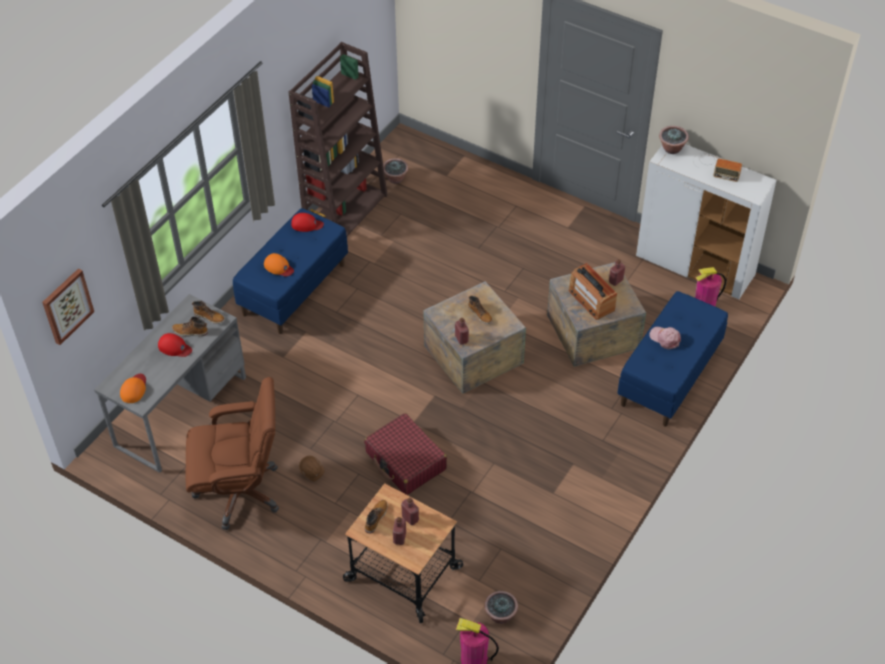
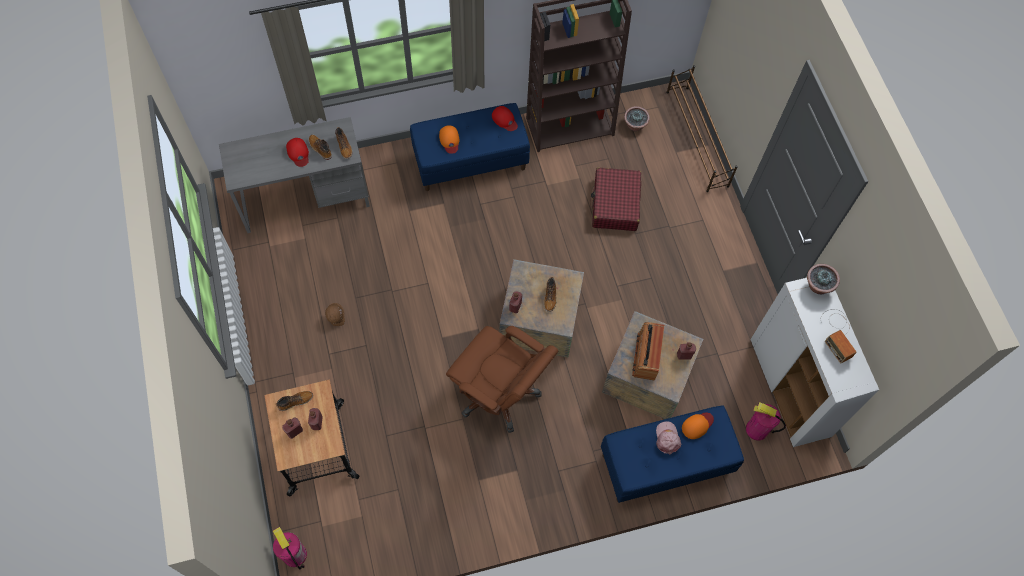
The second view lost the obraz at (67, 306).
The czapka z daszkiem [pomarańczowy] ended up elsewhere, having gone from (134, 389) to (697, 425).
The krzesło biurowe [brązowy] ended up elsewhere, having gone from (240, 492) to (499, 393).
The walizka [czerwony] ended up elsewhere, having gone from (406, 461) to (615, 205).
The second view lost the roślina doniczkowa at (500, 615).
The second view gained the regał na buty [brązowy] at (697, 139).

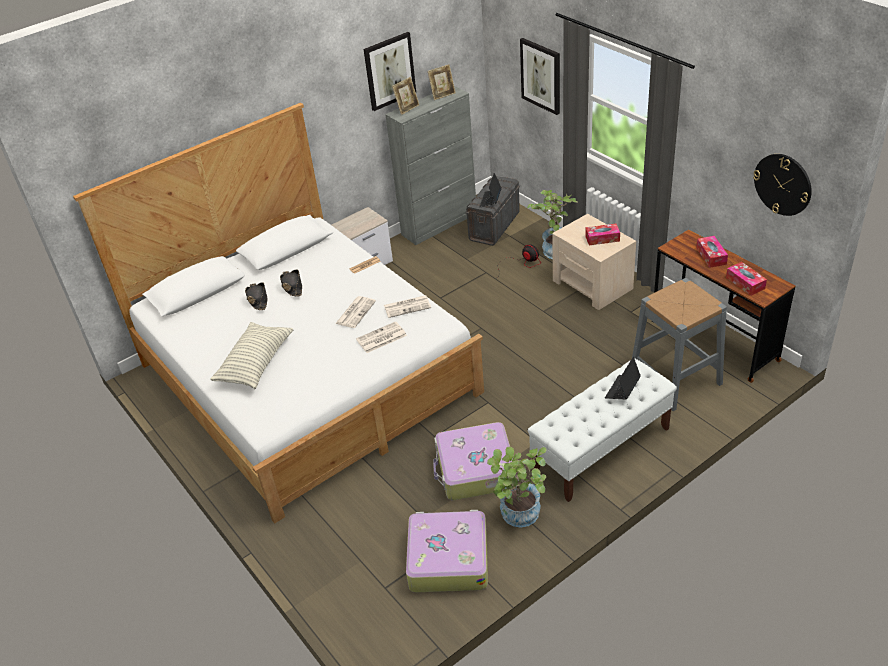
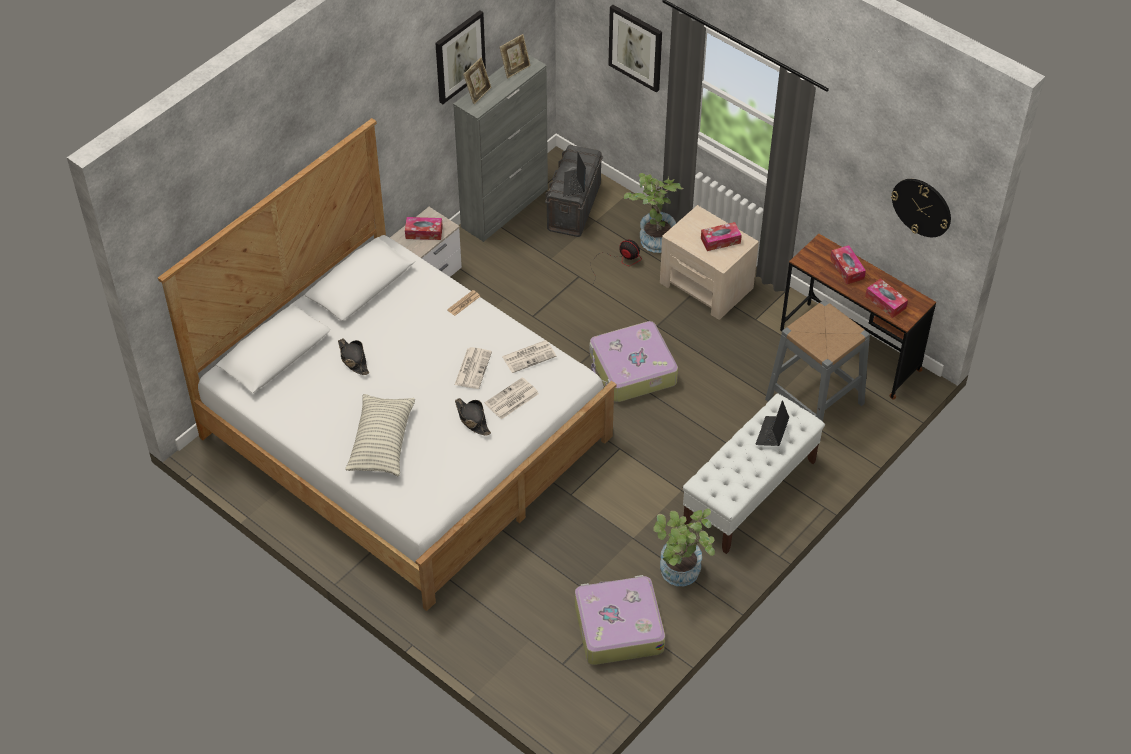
The kapelusz [czarny] ended up elsewhere, having gone from (292, 286) to (472, 419).
The walizka ended up elsewhere, having gone from (475, 470) to (632, 370).
The second view gained the pudełko chusteczek at (424, 232).

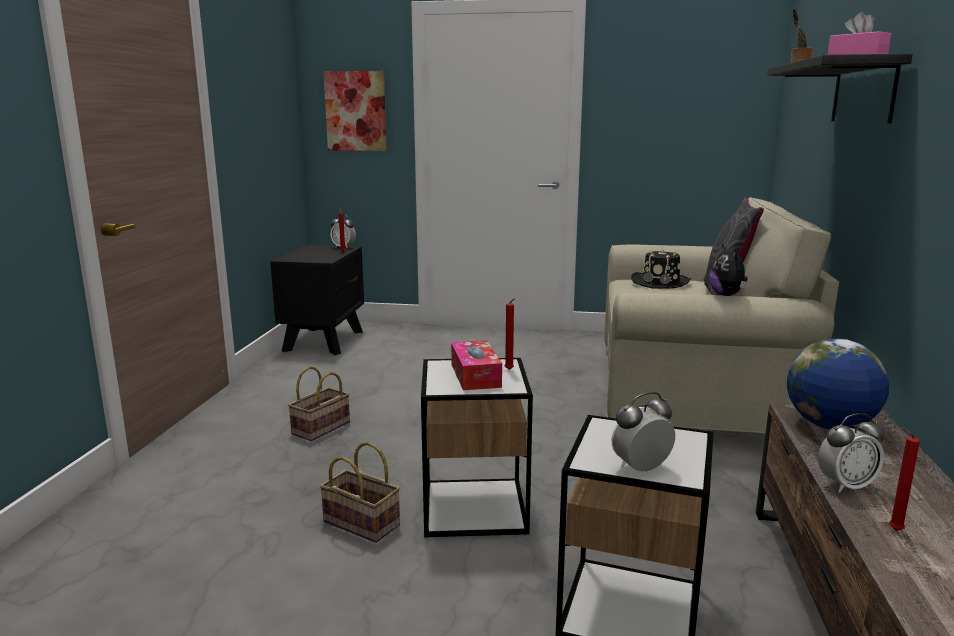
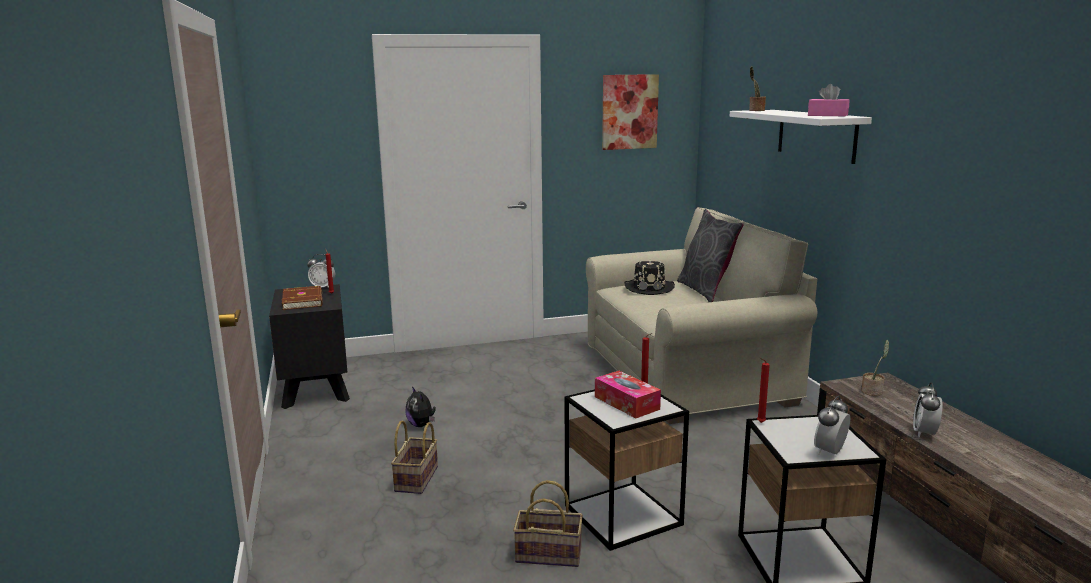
The obraz ended up elsewhere, having gone from (356, 111) to (629, 112).
The pluszak ended up elsewhere, having gone from (727, 295) to (421, 425).
What was the półka [czarny] at (863, 92) turned into the półka [biały] at (816, 135).
Where the globus stood at (830, 426), the roślina doniczkowa came to stand at (873, 392).
The budzik at (846, 485) ended up facing another way, 150 degrees clockwise from before.
The świeca [czerwony] ended up elsewhere, having gone from (893, 530) to (759, 423).
The second view gained the książka [brązowy] at (304, 300).

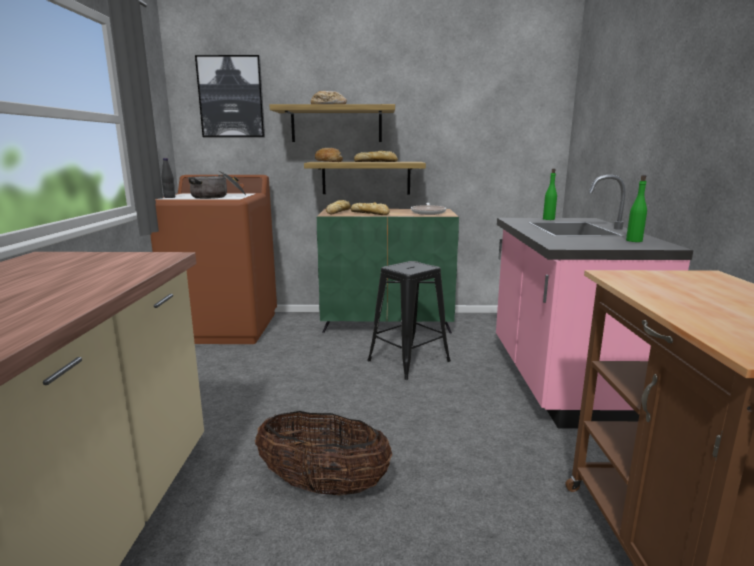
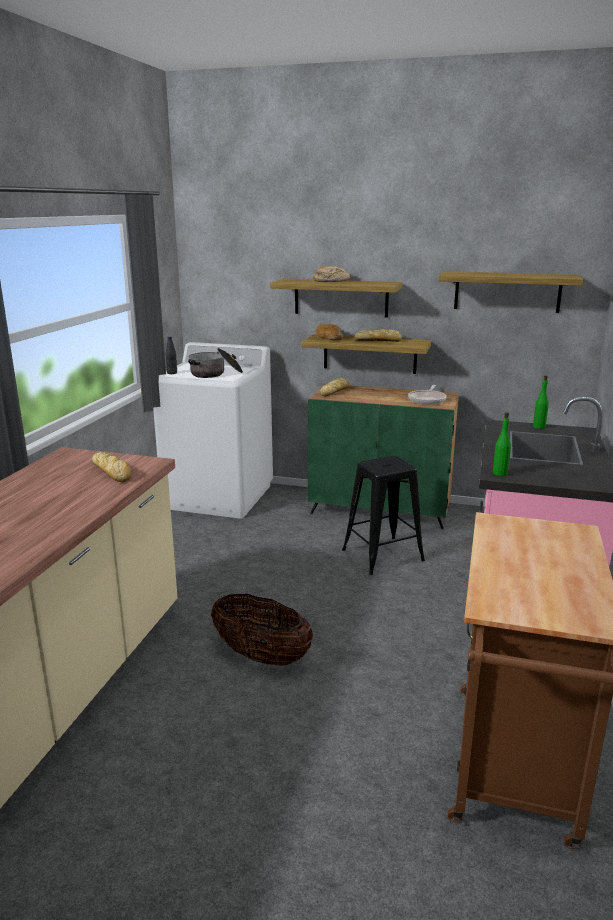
What was the pralka [brązowy] at (226, 327) turned into the pralka [biały] at (219, 496).
The second view lost the obraz at (231, 97).
The chleb ended up elsewhere, having gone from (370, 213) to (112, 472).
The butelka [zielony] ended up elsewhere, having gone from (634, 240) to (500, 473).
The second view gained the półka at (507, 291).

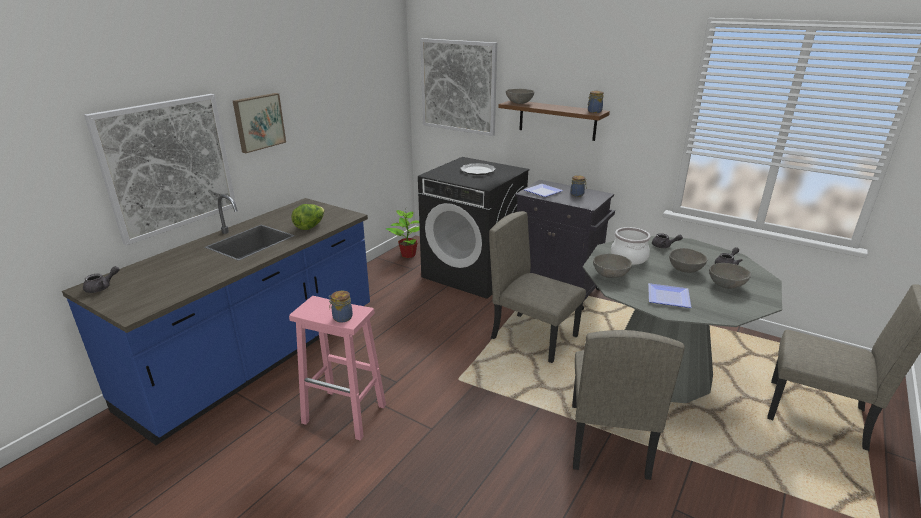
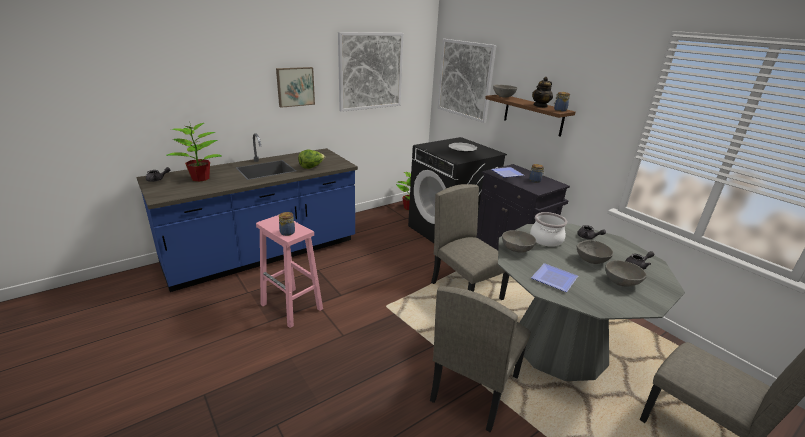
The obraz ended up elsewhere, having gone from (168, 166) to (370, 71).
The second view gained the roślina doniczkowa at (201, 178).
The second view gained the imbryk at (540, 106).

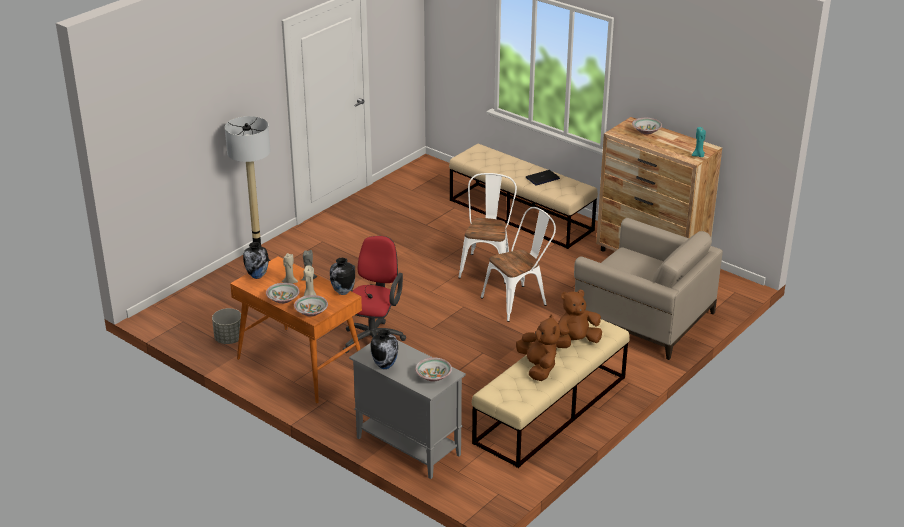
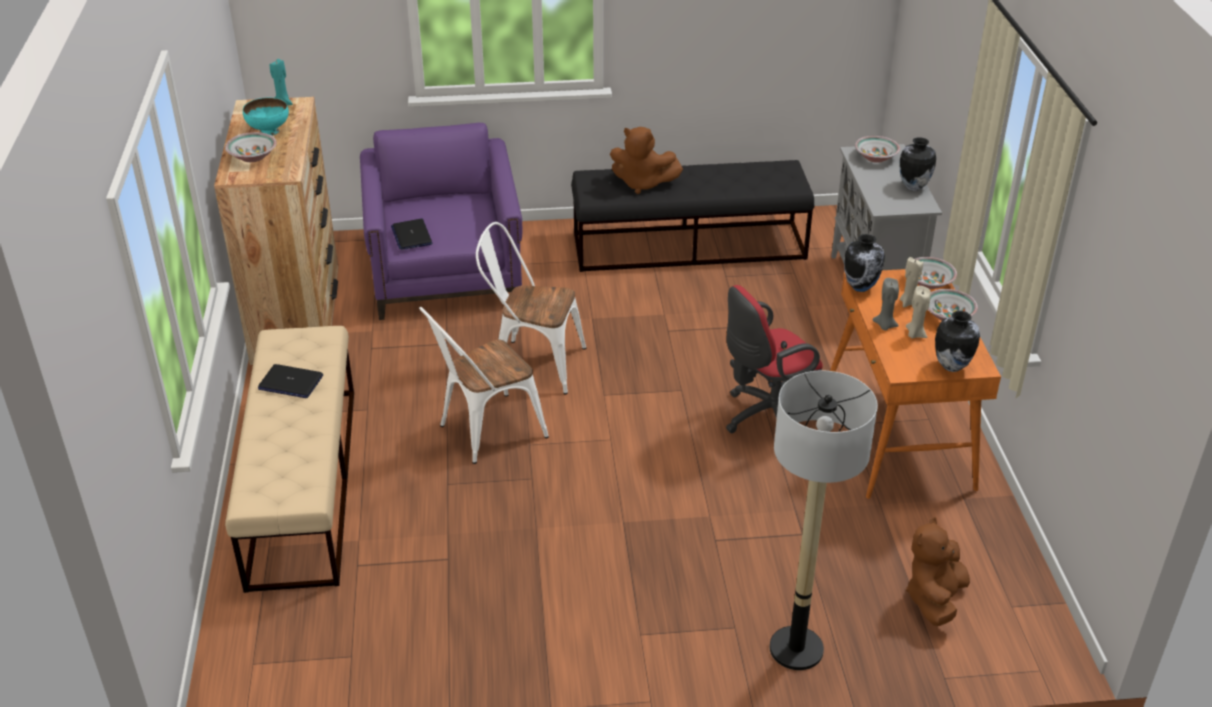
The second view lost the donica [szary] at (229, 339).
What was the ławka [beżowy] at (550, 410) turned into the ławka [czarny] at (690, 246).
The pluszak [brązowy] ended up elsewhere, having gone from (538, 368) to (934, 599).
What was the fotel [beżowy] at (643, 317) turned into the fotel [fioletowy] at (445, 271).
The second view gained the miska [turkusowy] at (268, 131).
The second view gained the laptop at (411, 235).

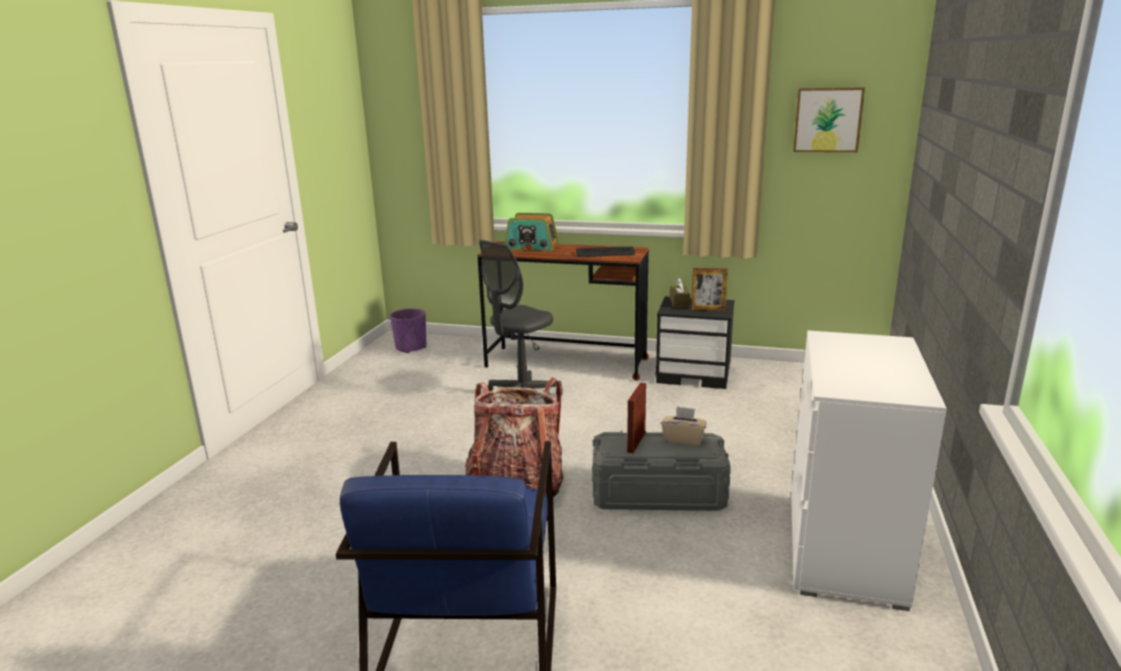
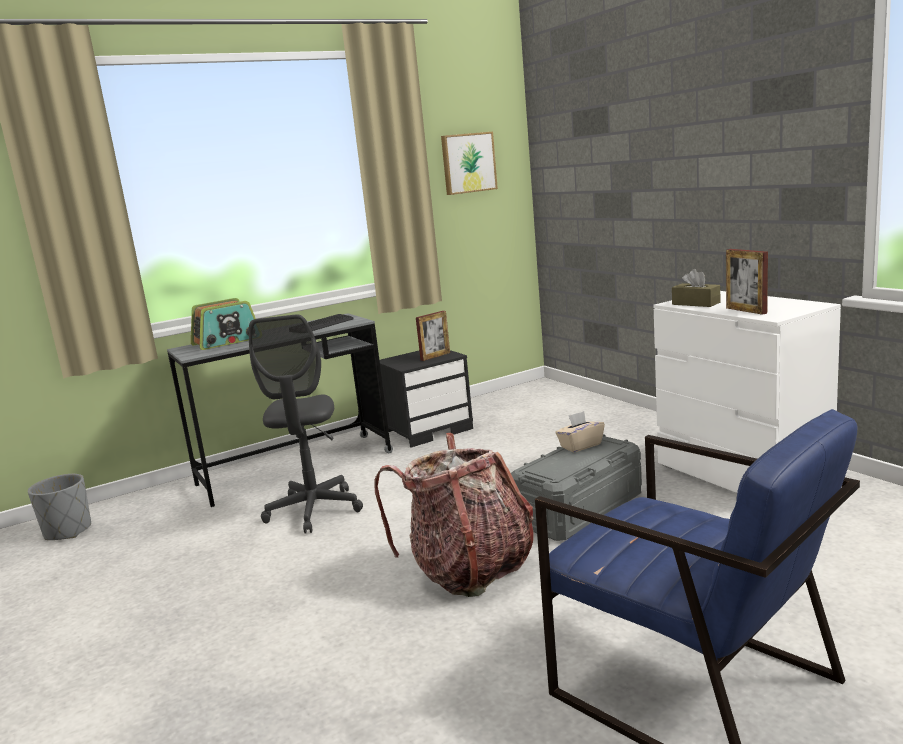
What was the donica [fioletowy] at (411, 347) turned into the donica [szary] at (68, 531).
What was the biurko [brązowy] at (566, 363) turned into the biurko [szary] at (295, 468).
The ramka na zdjęcie ended up elsewhere, having gone from (636, 442) to (746, 310).
The pudełko chusteczek [brązowy] ended up elsewhere, having gone from (679, 302) to (696, 303).

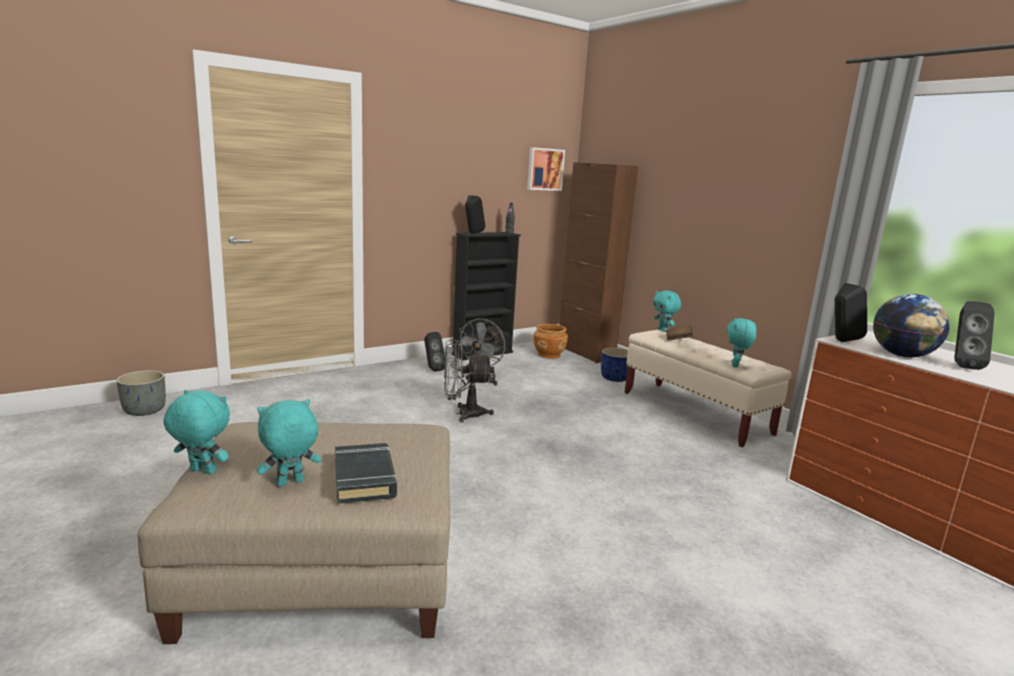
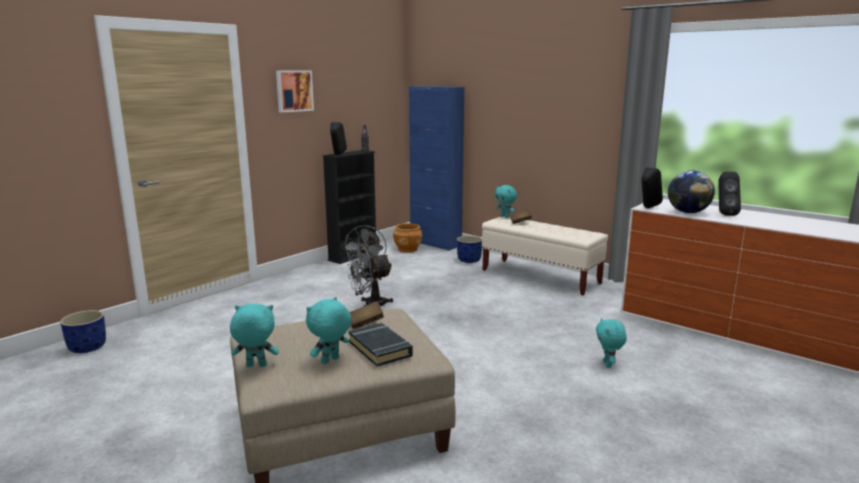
What was the donica [szary] at (145, 410) turned into the donica [niebieski] at (88, 347).
The second view lost the głośnik [czarny] at (432, 369).
The obraz ended up elsewhere, having gone from (544, 169) to (293, 91).
What was the szafka [brązowy] at (585, 353) turned into the szafka [niebieski] at (435, 243).
The pluszak [turkusowy] ended up elsewhere, having gone from (736, 365) to (608, 364).
The second view gained the książka [brązowy] at (365, 323).

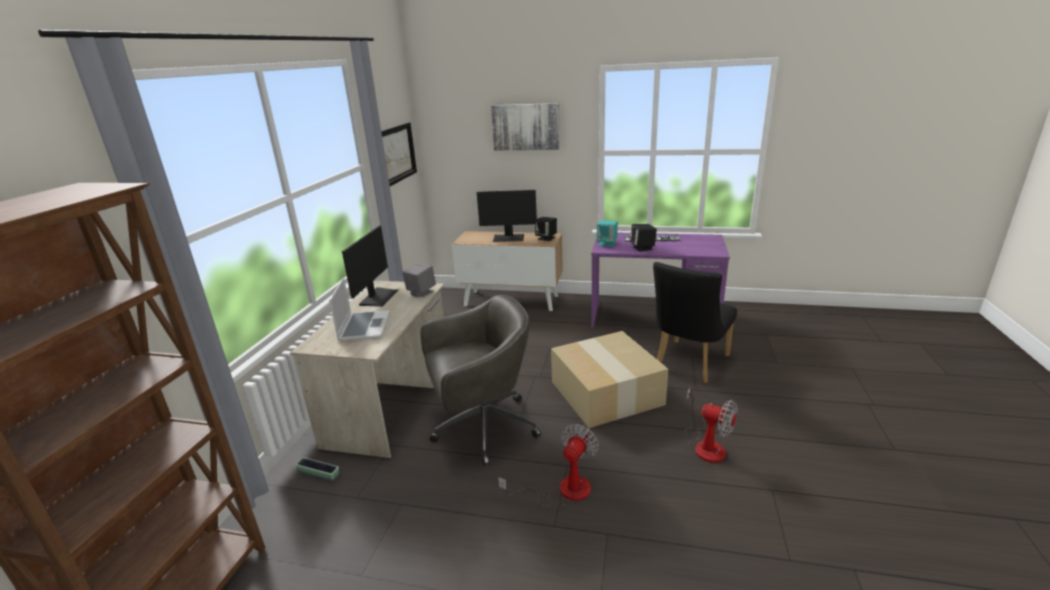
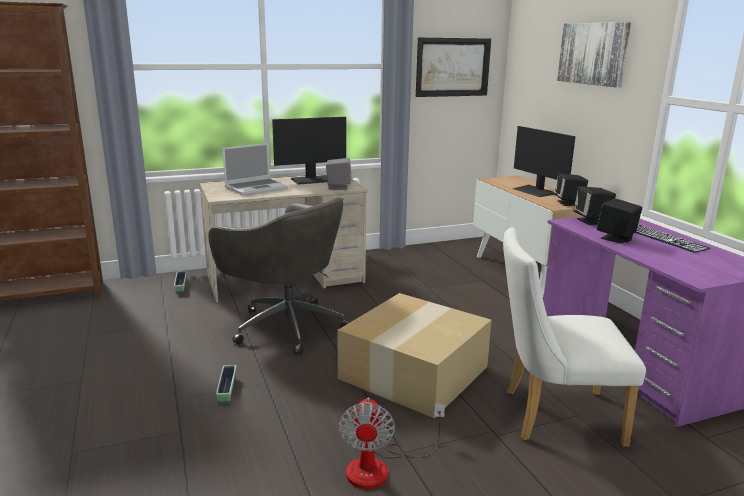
Where the wentylator stood at (563, 490), the donica came to stand at (227, 390).
What was the głośnik [turkusowy] at (607, 243) turned into the głośnik [czarny] at (592, 221).
What was the krzesło [czarny] at (688, 364) turned into the krzesło [biały] at (552, 416).

